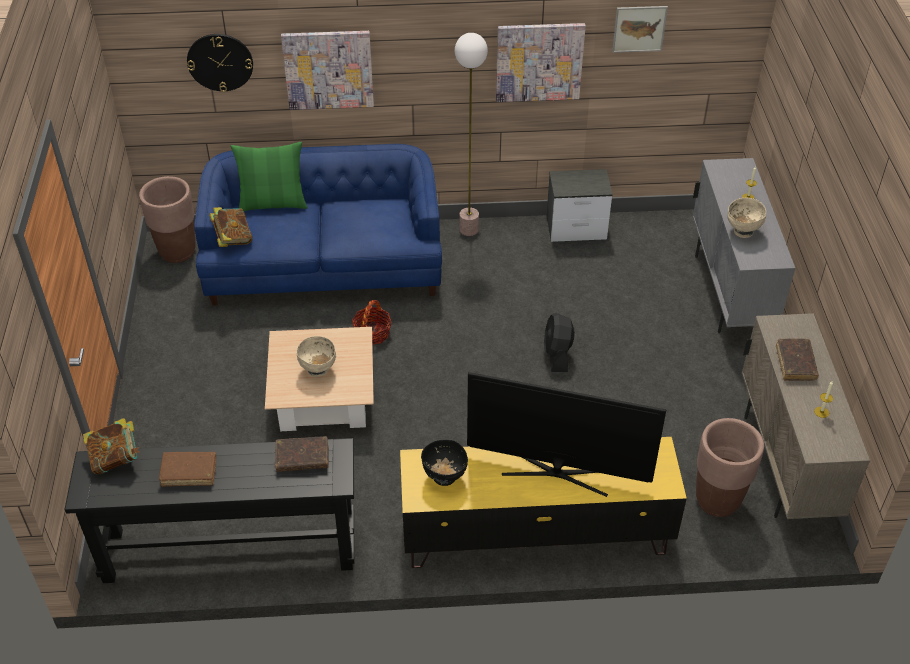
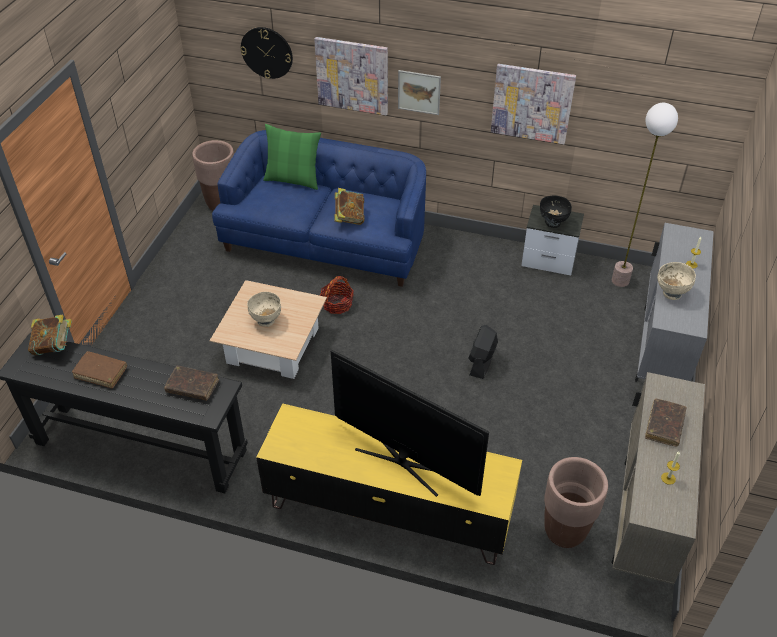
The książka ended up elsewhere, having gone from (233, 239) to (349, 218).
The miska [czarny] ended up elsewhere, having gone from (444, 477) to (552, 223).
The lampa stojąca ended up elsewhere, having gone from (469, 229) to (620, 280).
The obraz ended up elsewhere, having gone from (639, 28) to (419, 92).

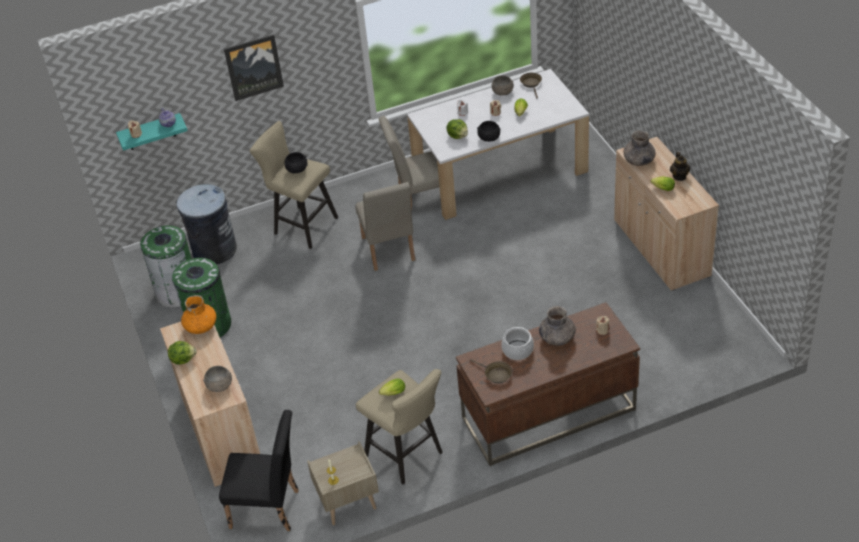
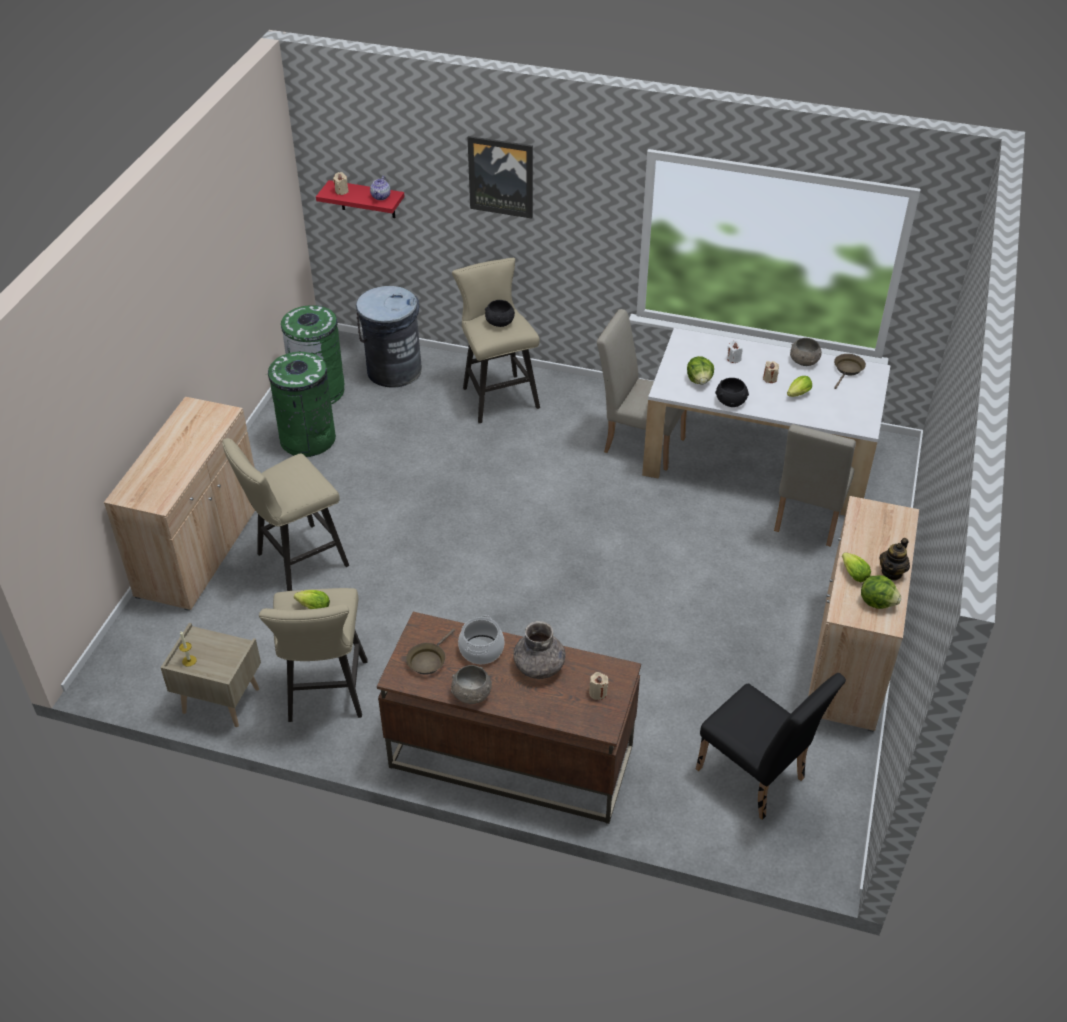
What was the półka [turkusowy] at (150, 132) turned into the półka [czerwony] at (367, 199).
The sałata ended up elsewhere, having gone from (183, 359) to (877, 602).
The second view lost the wazon [pomarańczowy] at (201, 326).
The miska [szary] ended up elsewhere, having gone from (220, 386) to (471, 694).
The krzesło [czarny] ended up elsewhere, having gone from (270, 509) to (756, 779).
The krzesło [beżowy] ended up elsewhere, having gone from (389, 252) to (808, 520).
The patelnia [brązowy] at (496, 374) ended up facing another way, 45 degrees clockwise from before.
The second view lost the wazon [szary] at (638, 160).
The second view gained the stołek [beżowy] at (296, 561).

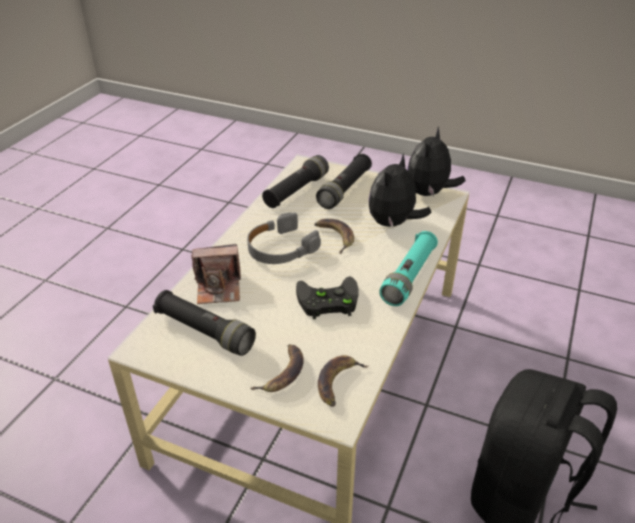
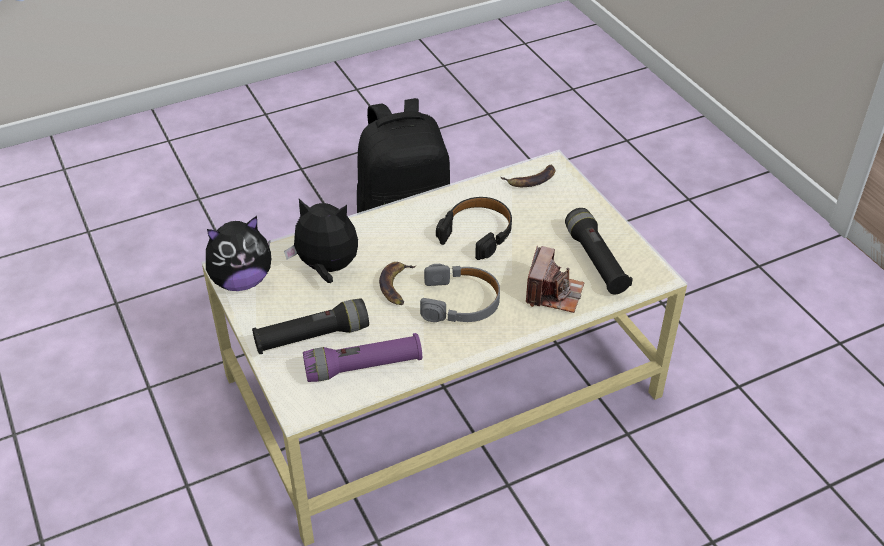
The aparat fotograficzny at (219, 288) ended up facing another way, 75 degrees clockwise from before.
The second view lost the banan at (282, 372).
What was the latarka [czarny] at (296, 191) turned into the latarka [fioletowy] at (363, 367).
Where the pad do gier [czarny] stood at (326, 301), the słuchawki [czarny] came to stand at (477, 233).
The pluszak at (393, 223) ended up facing another way, 150 degrees counterclockwise from before.
The second view lost the latarka [turkusowy] at (409, 277).

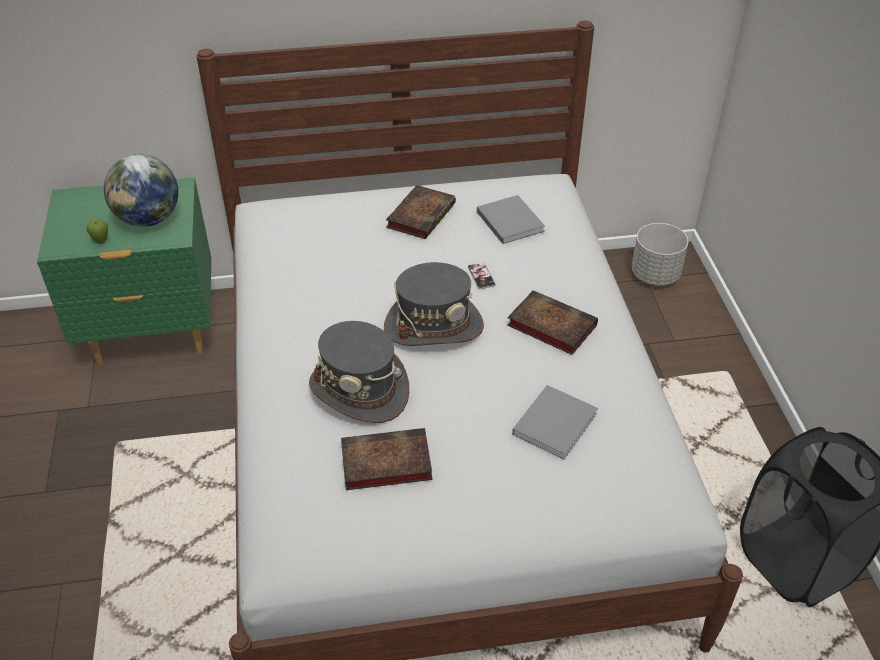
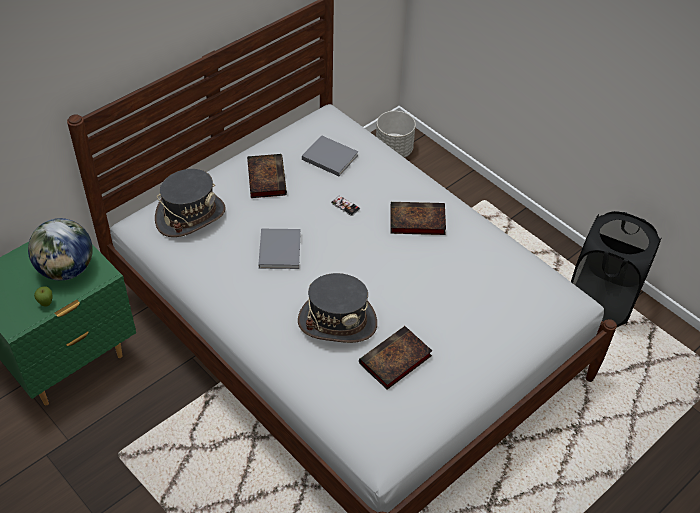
The kapelusz [szary] ended up elsewhere, having gone from (433, 326) to (190, 215).
The książka [szary] ended up elsewhere, having gone from (556, 422) to (280, 249).

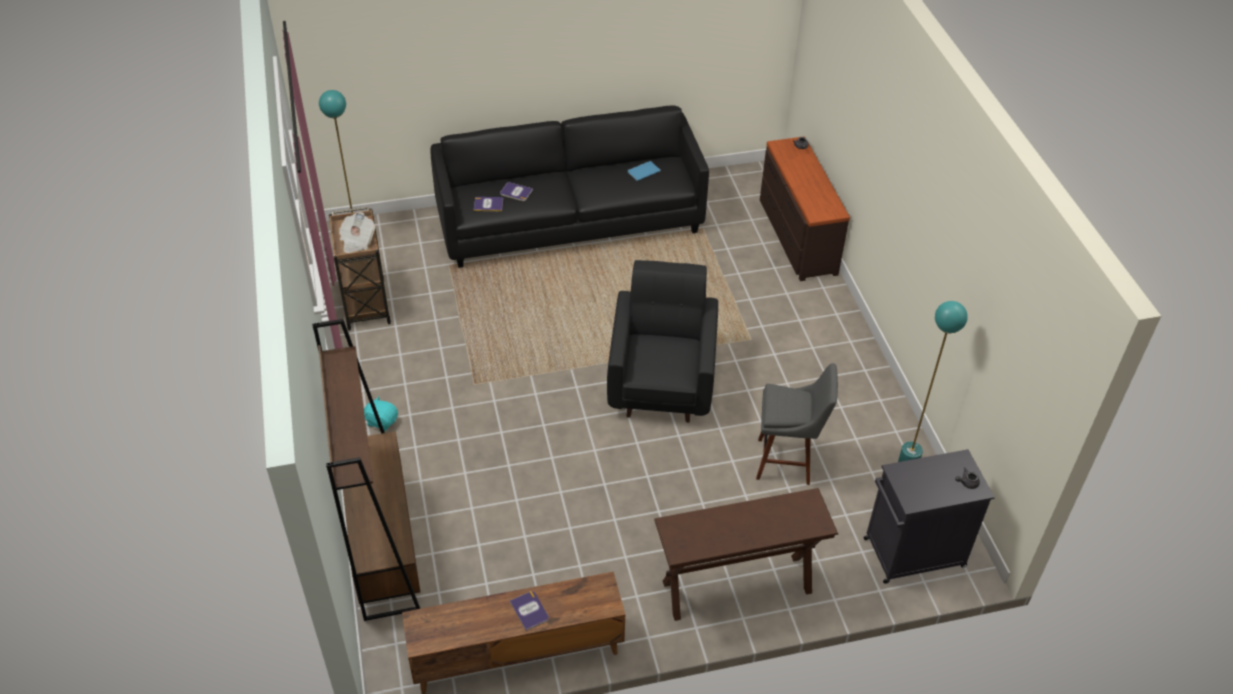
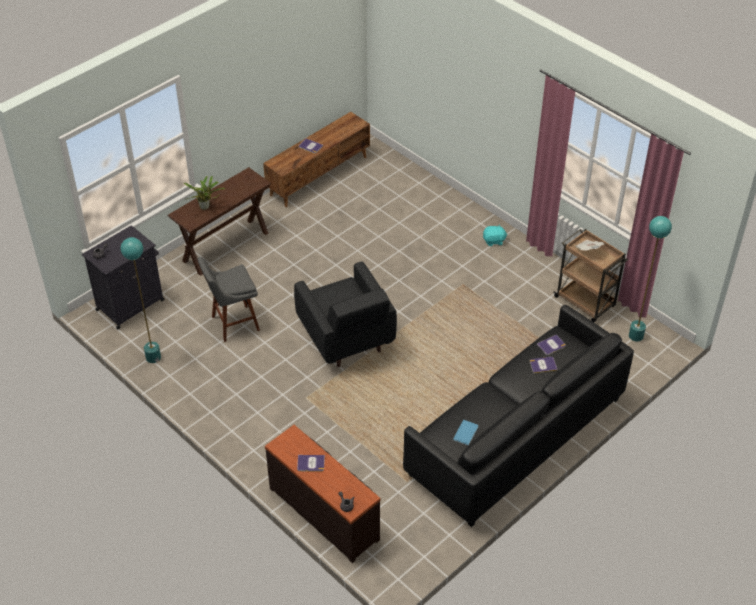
The second view lost the regał [brązowy] at (383, 544).
The second view gained the roślina doniczkowa at (206, 207).
The second view gained the książka at (311, 463).

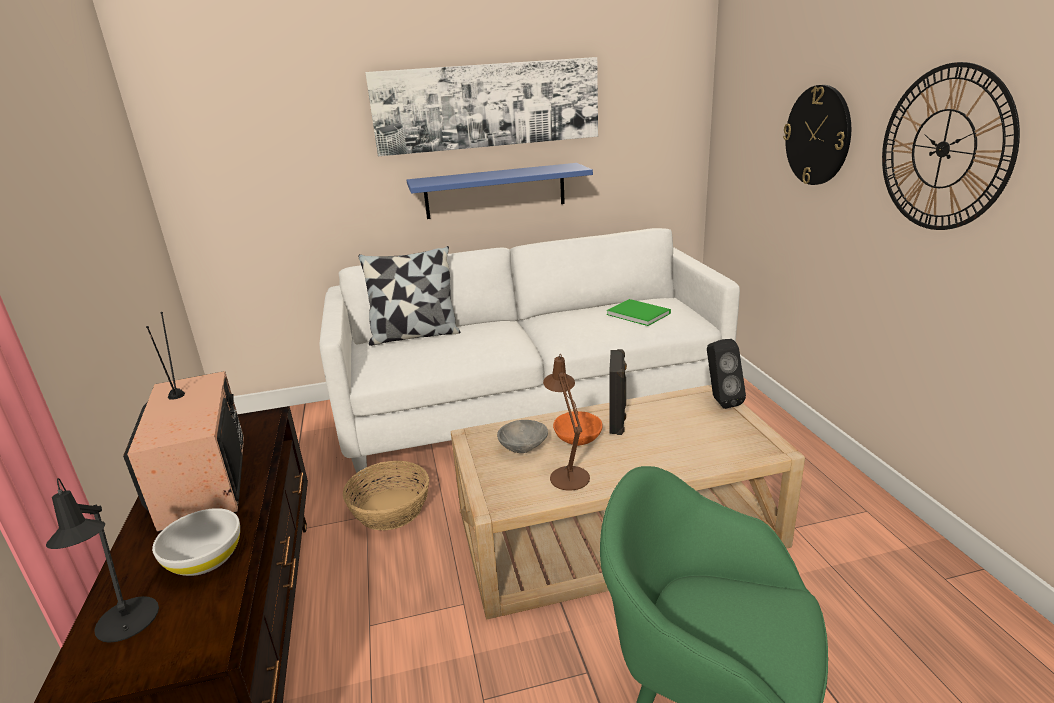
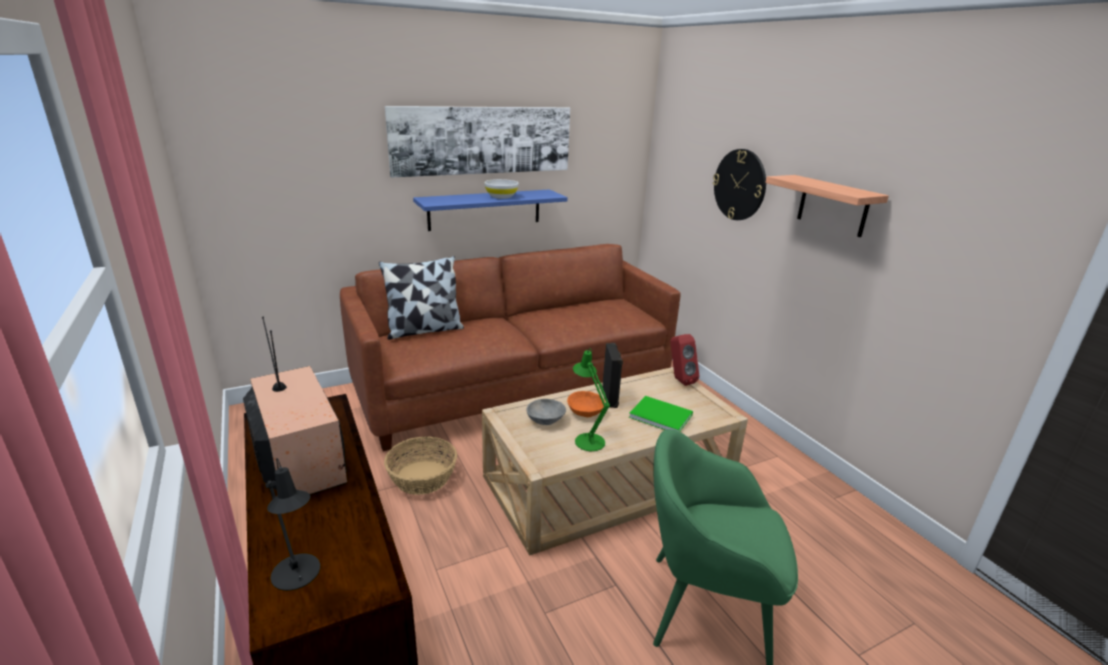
The miska [biały] ended up elsewhere, having gone from (205, 560) to (501, 196).
What was the kanapa [biały] at (531, 404) turned into the kanapa [brązowy] at (514, 385).
What was the lampa stołowa [brązowy] at (568, 474) turned into the lampa stołowa [zielony] at (587, 439).
The książka [zielony] ended up elsewhere, having gone from (638, 313) to (659, 415).
What was the głośnik [czarny] at (720, 401) turned into the głośnik [czerwony] at (679, 380).
Where the zegar ścienny hung at (943, 149), the półka came to hang at (833, 206).

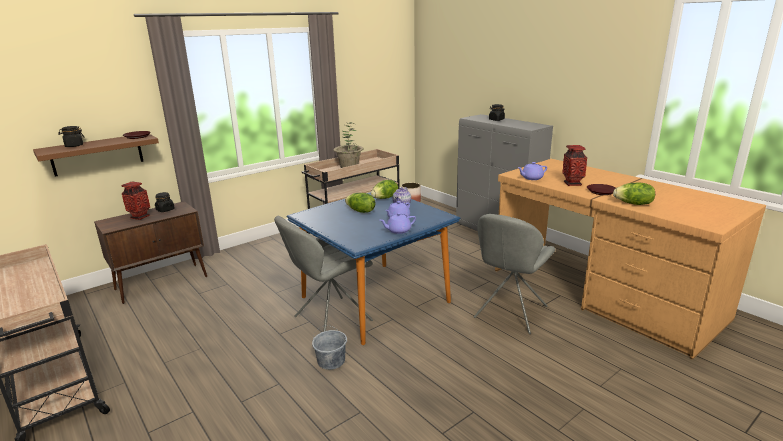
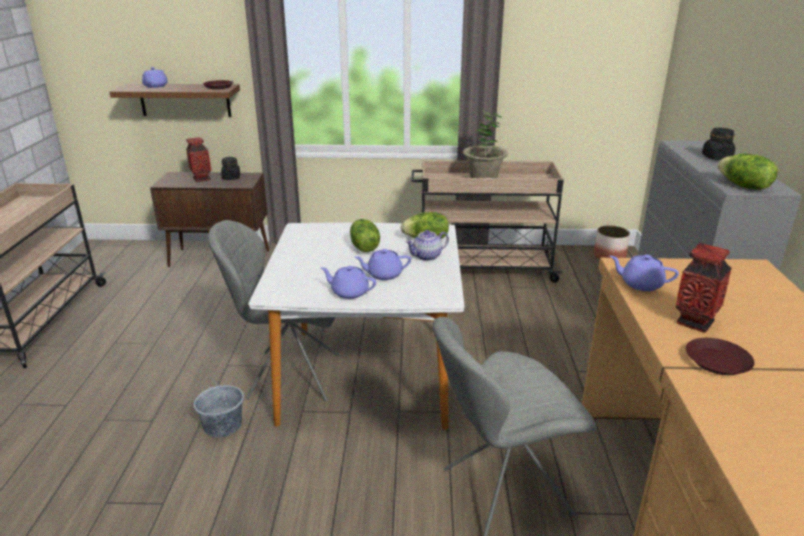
Where the słoik [czarny] stood at (74, 145), the imbryk [fioletowy] came to stand at (155, 86).
What was the stół jadalny [niebieski] at (376, 300) turned into the stół jadalny [biały] at (368, 376).
The sałata ended up elsewhere, having gone from (633, 204) to (743, 186).

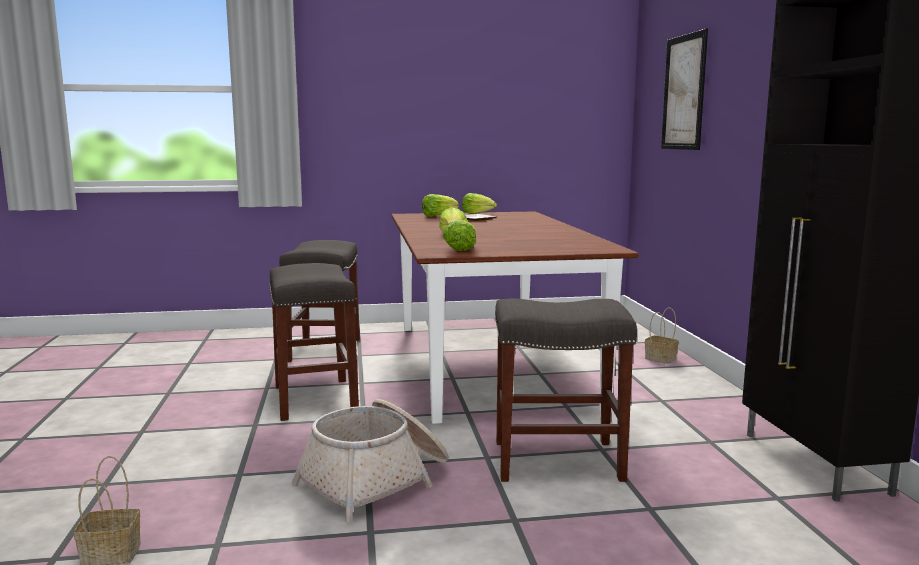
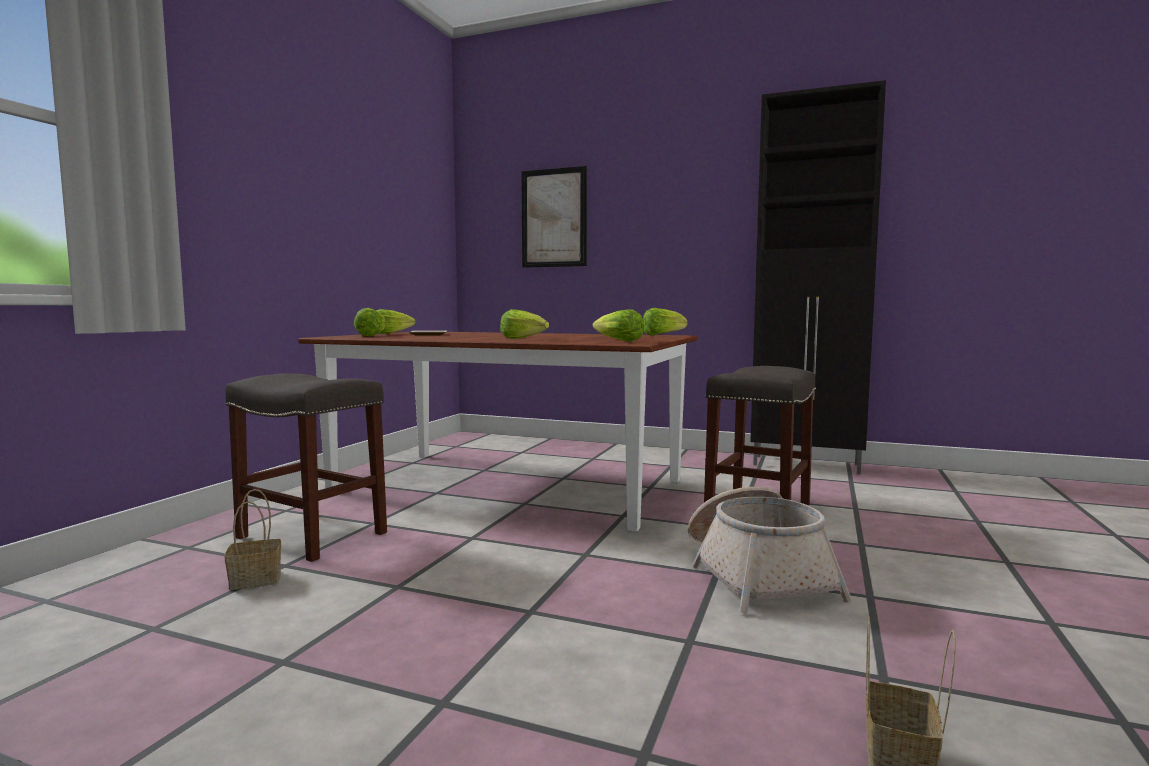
The second view lost the stołek [szary] at (314, 398).
The koszyk ended up elsewhere, having gone from (661, 359) to (257, 579).
The second view gained the sałata at (662, 335).

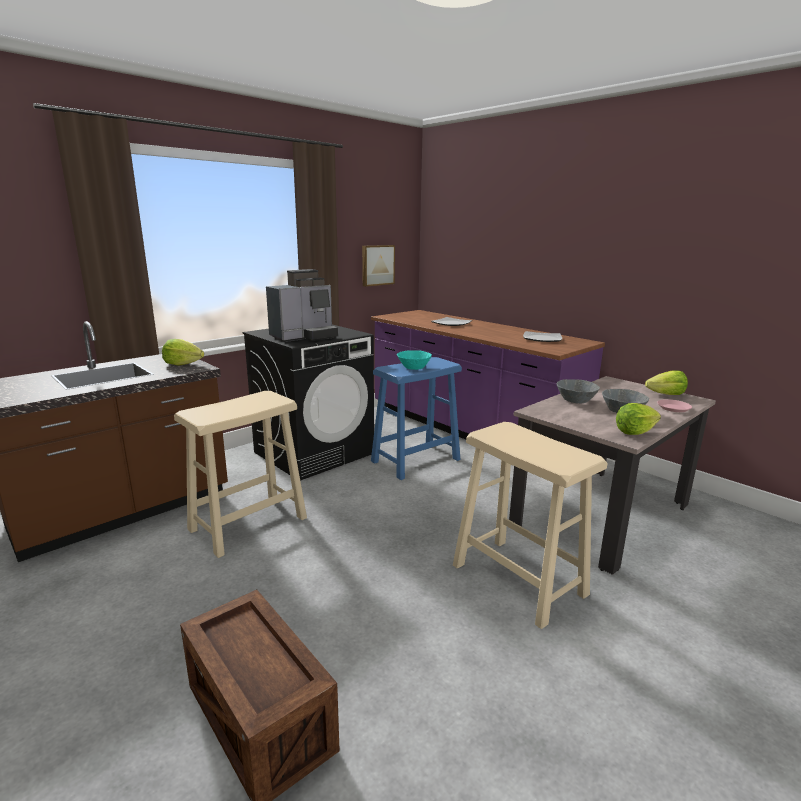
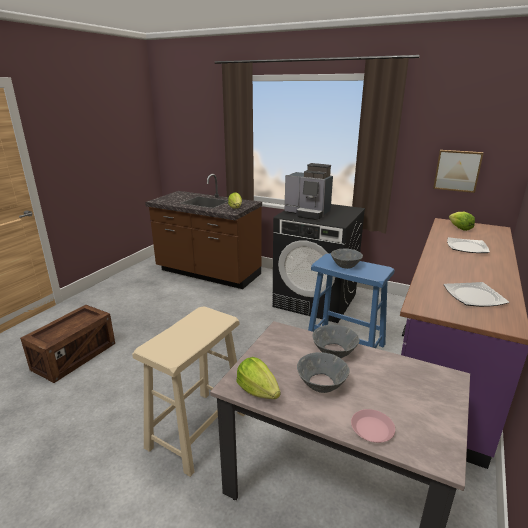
The second view lost the stołek [beżowy] at (249, 523).
What was the miska [turkusowy] at (413, 367) turned into the miska [szary] at (345, 265).
The sałata ended up elsewhere, having gone from (666, 394) to (459, 228).

